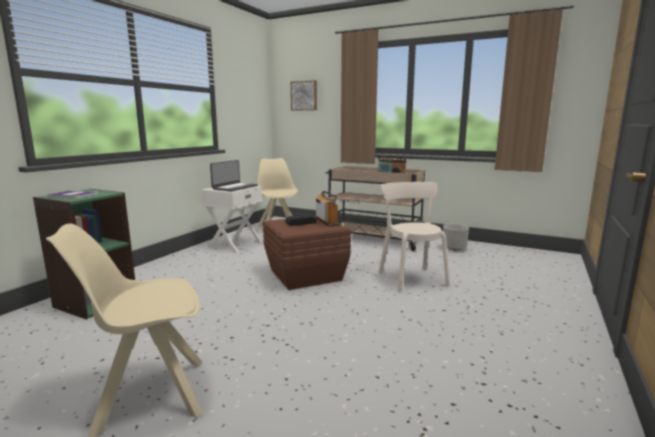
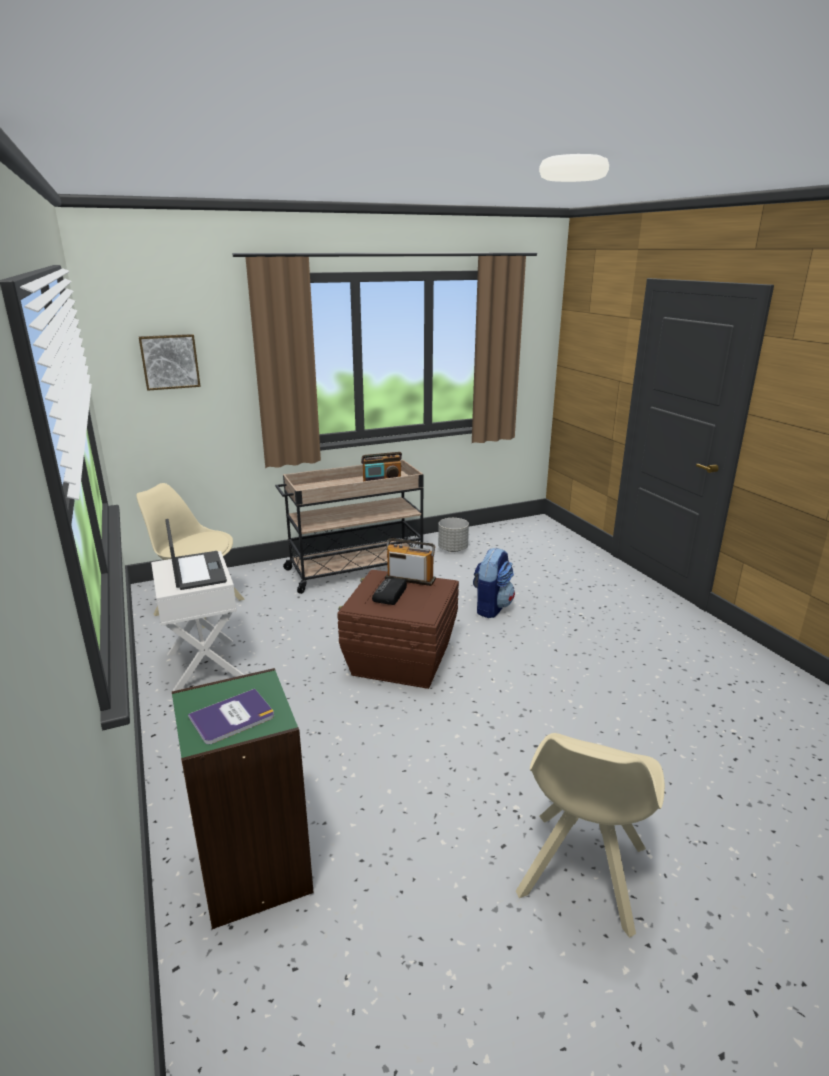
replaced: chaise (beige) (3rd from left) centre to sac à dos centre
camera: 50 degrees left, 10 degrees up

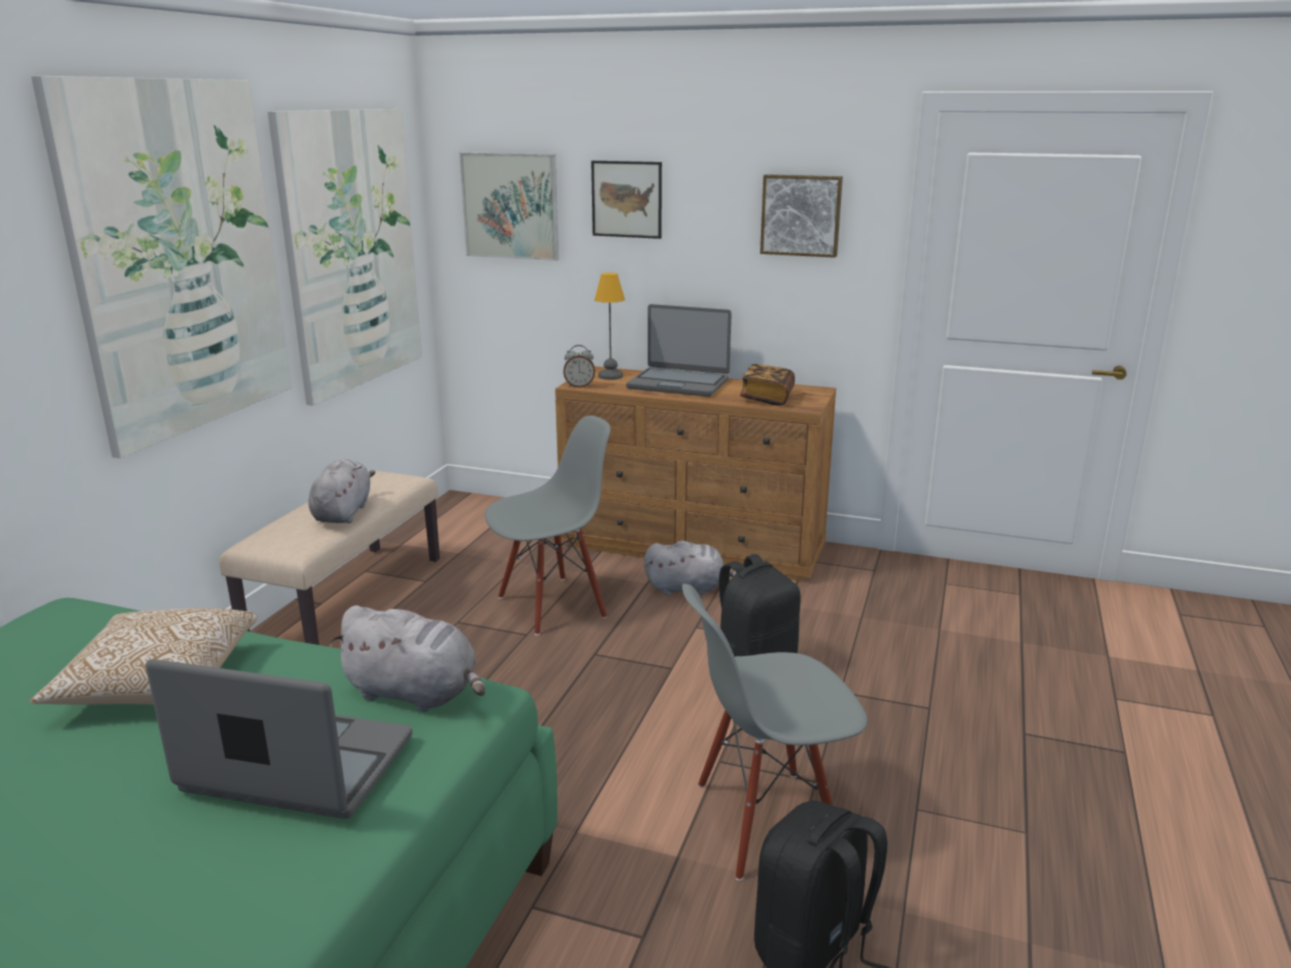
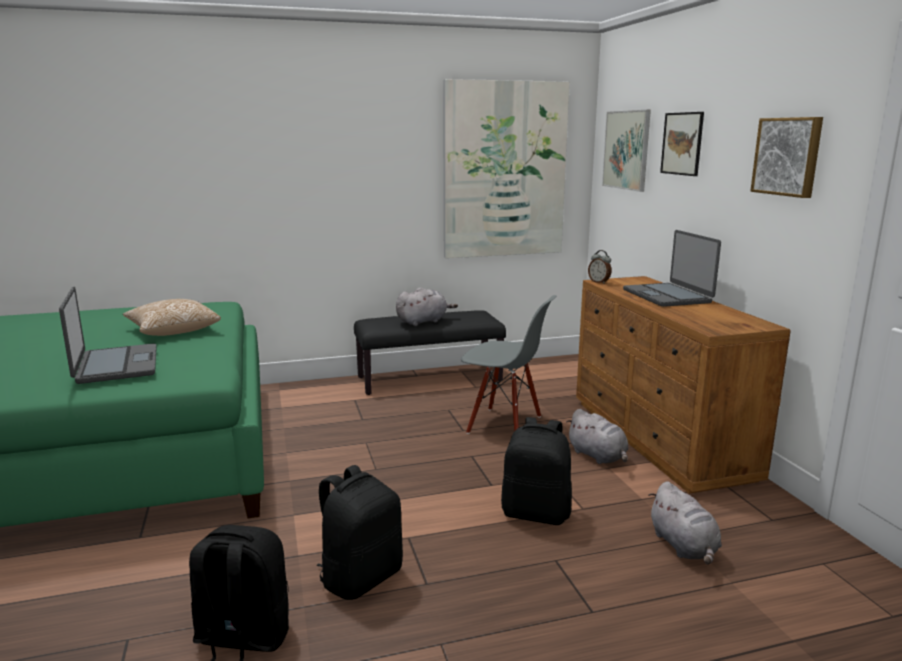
removed: tableau (1st from left) top left; lampe de table centre; livre centre
moved: peluche (gris) (2nd from left in the first image) bottom left to peluche (gris) (3rd from left) bottom right
replaced: chaise (gris) (2nd from left) bottom centre to sac à dos (noir) (2nd from left) bottom centre
recoloured: banc (beige) middle left to banc (noir) centre
camera: 55 degrees right, 5 degrees down

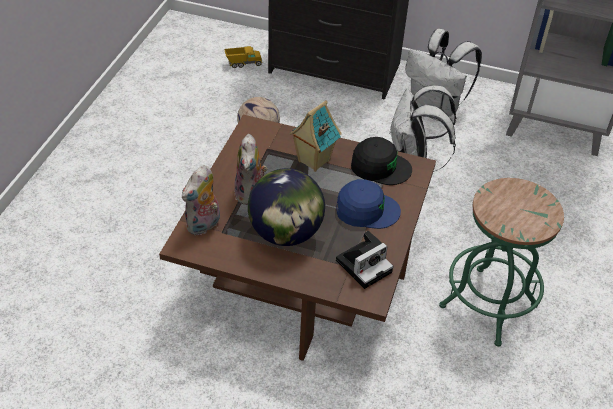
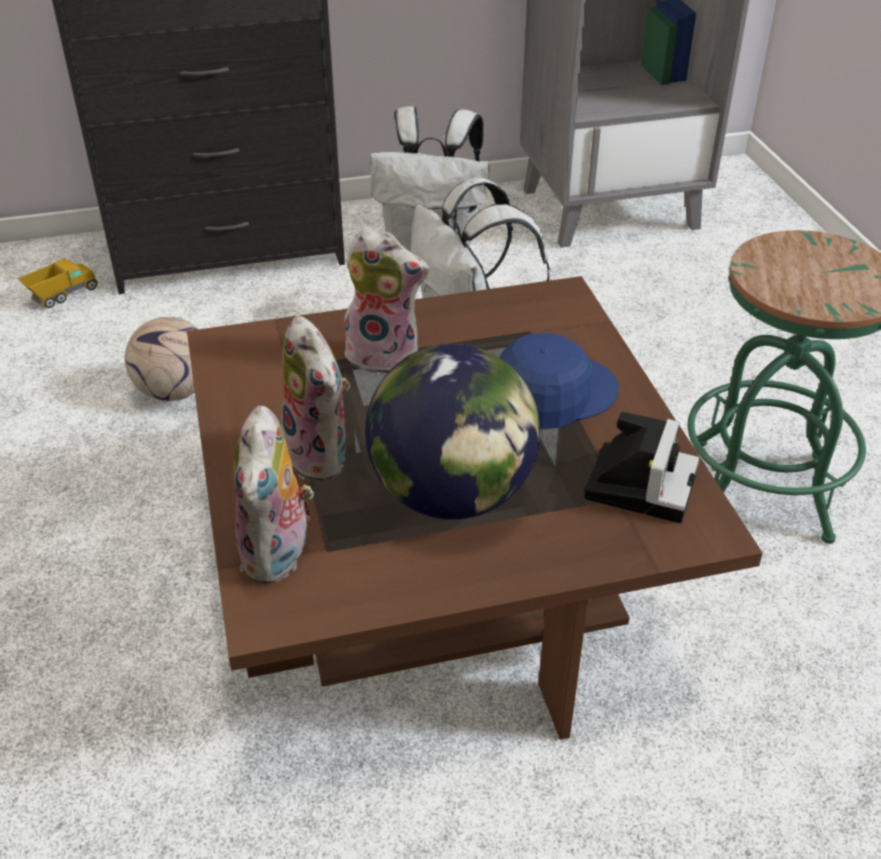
removed: casquette (noir) centre
replaced: maison miniature top centre to peluche (3rd from left) centre
camera: 30 degrees left, 5 degrees down

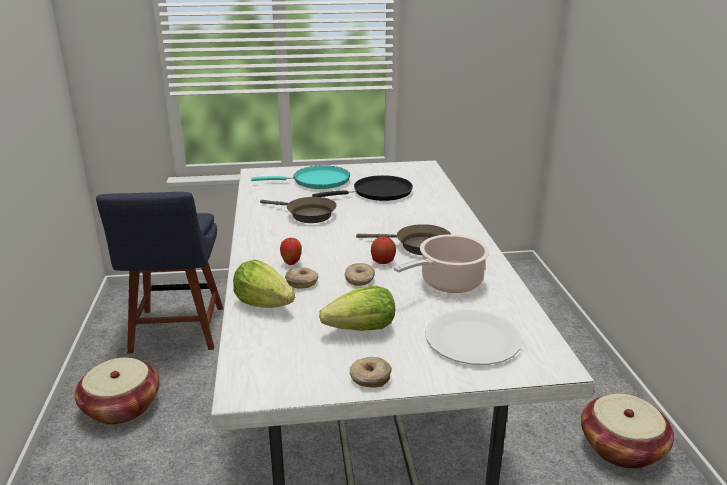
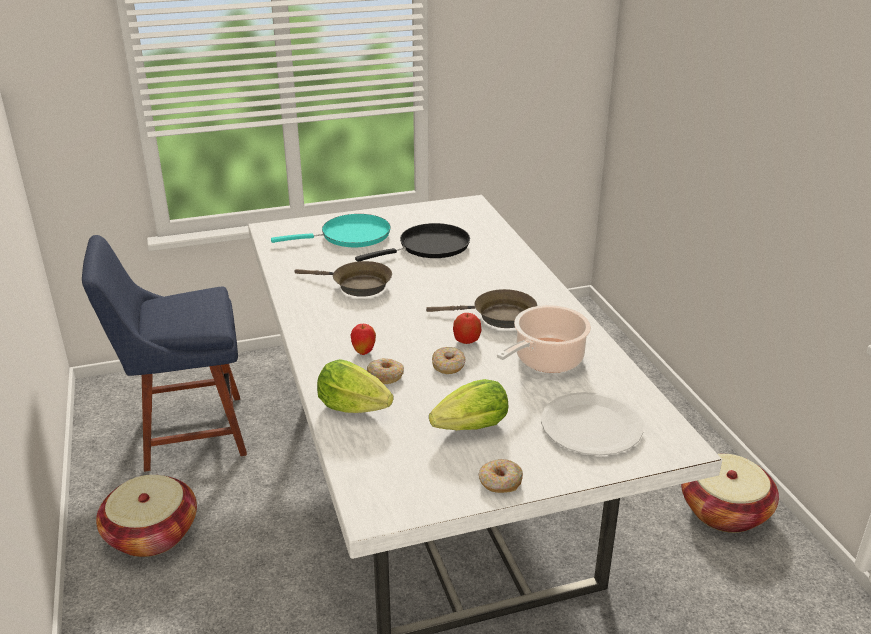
turned: chaise (bleu) middle left = middle left 90 degrees clockwise
camera: 10 degrees left, 5 degrees up

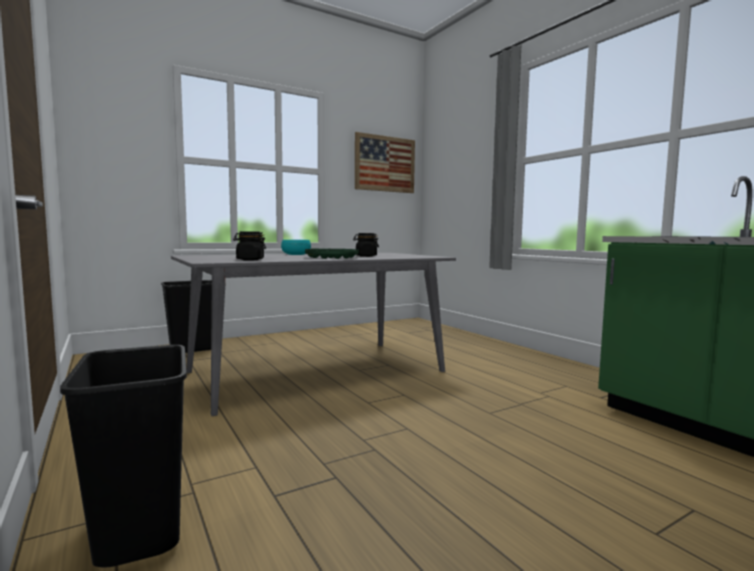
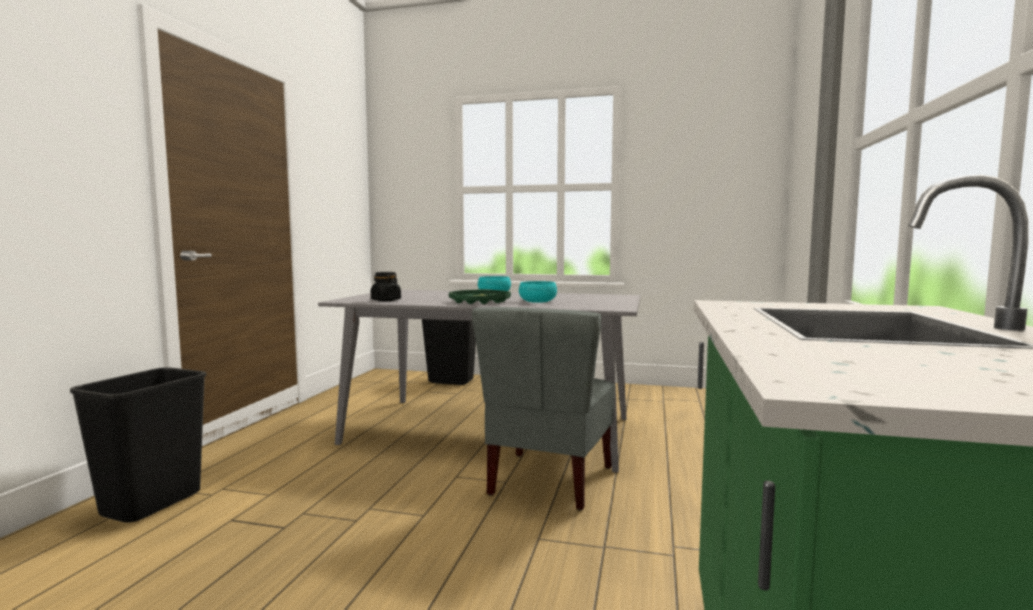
removed: tableau top centre
added: chaise (gris) bottom centre
replaced: bocal (noir) (2nd from left) centre to bol (turquoise) (2nd from left) centre
camera: 45 degrees right, 0 degrees up

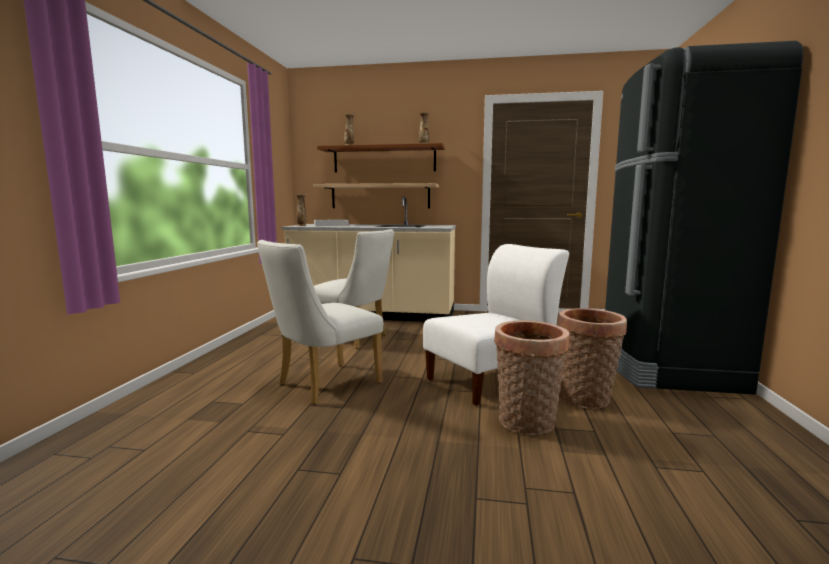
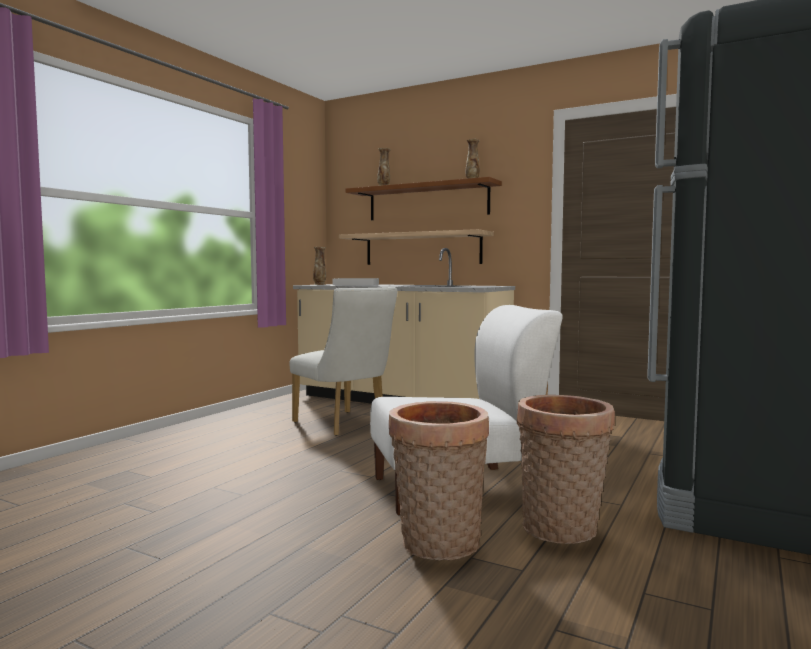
removed: chaise (blanc) (1st from left) centre
camera: 20 degrees right, 5 degrees down

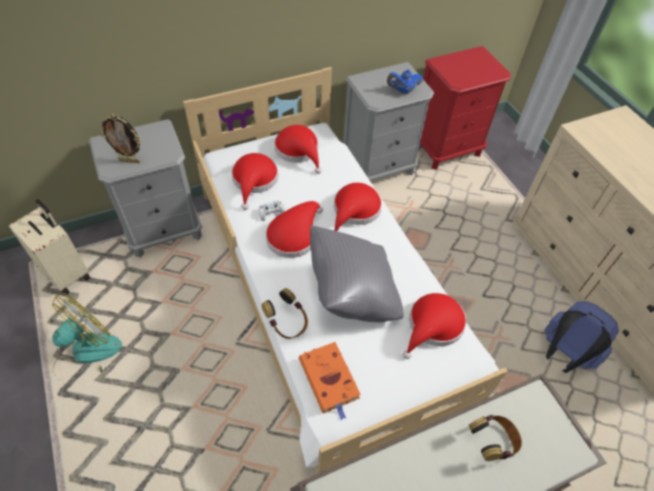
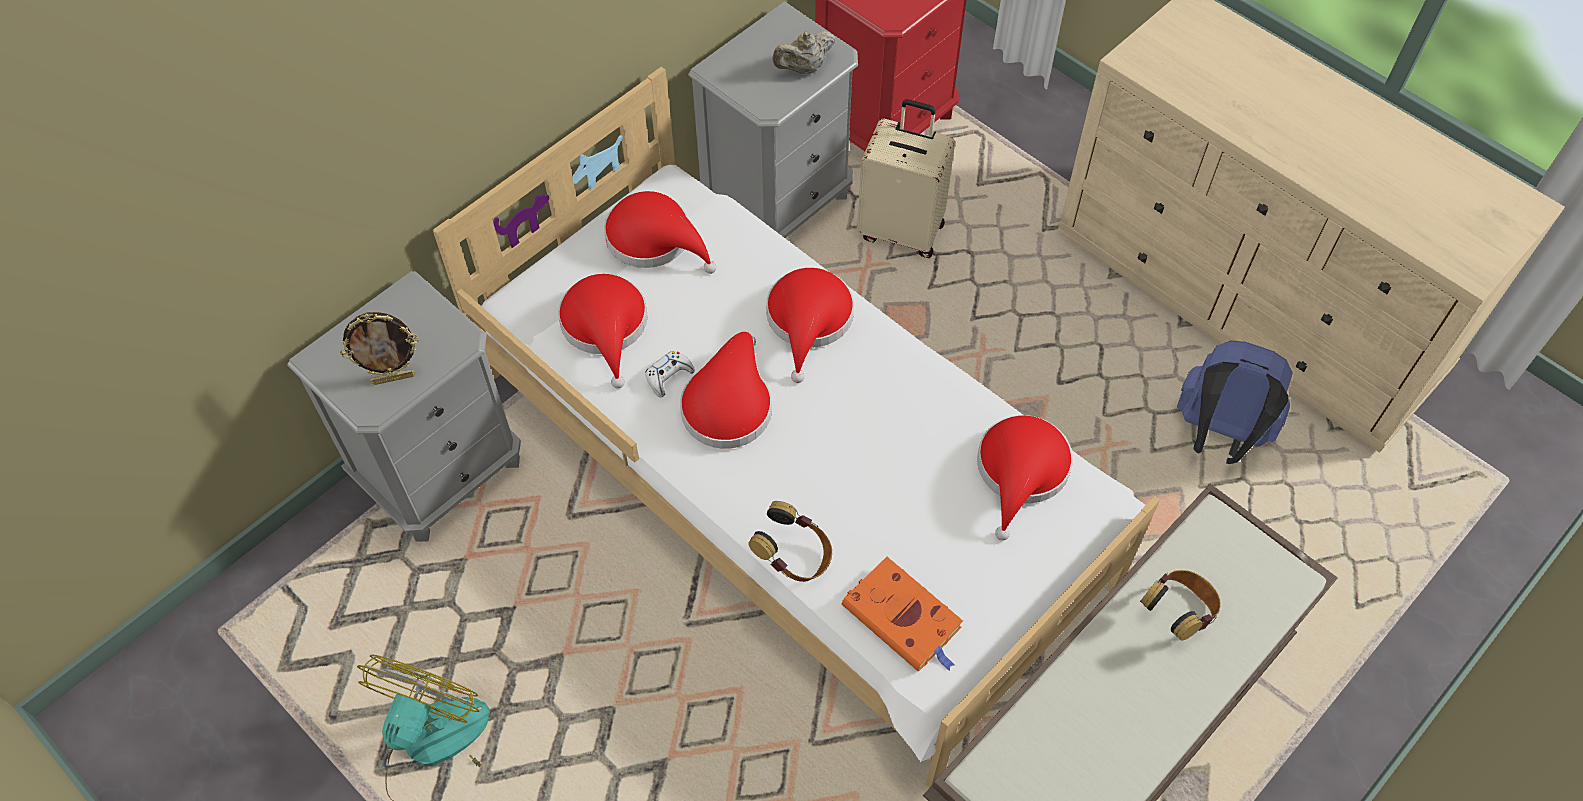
removed: coussin (gris) centre
moved: valise (beige) middle left to top centre
recoloured: théière (bleu) top centre to théière (beige) top centre
camera: 20 degrees left, 5 degrees up

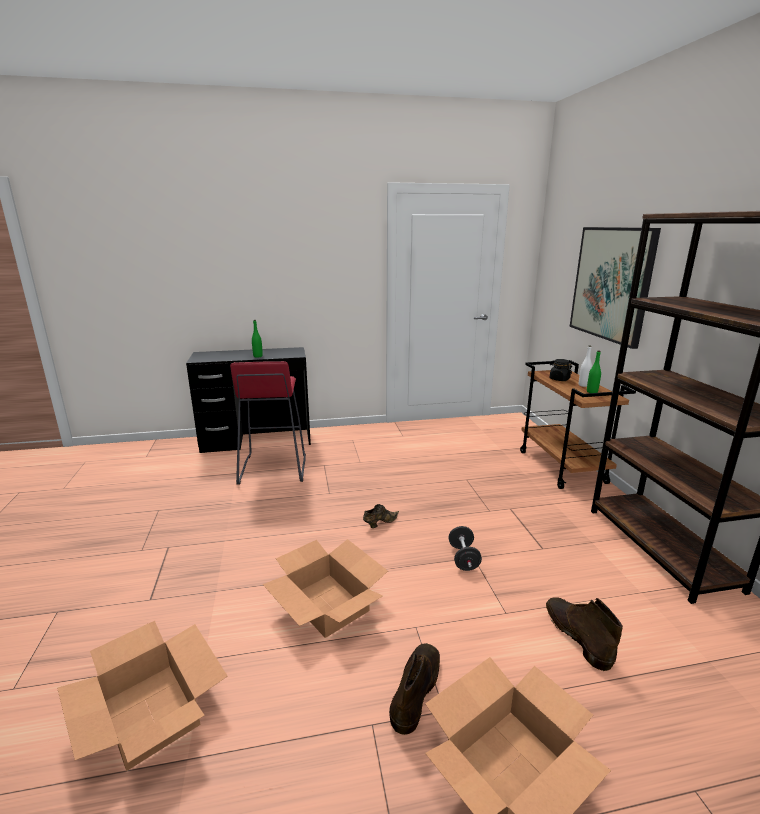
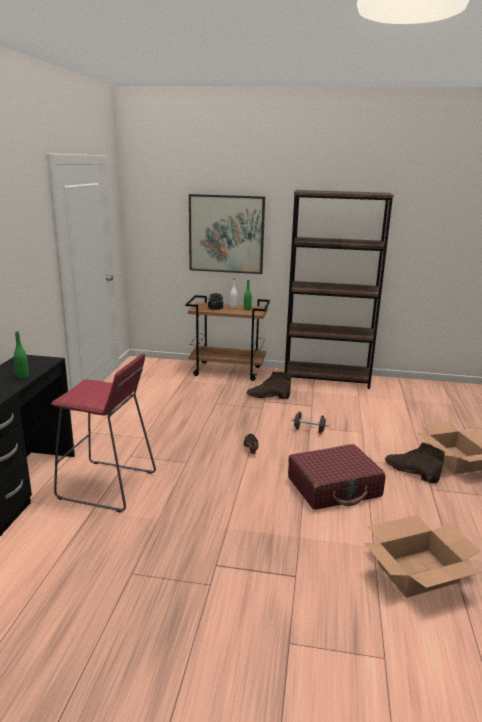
moved: botte (marron) (2nd from left in the first image) bottom right to botte (marron) (1st from left) centre
replaced: carton (2nd from left) bottom centre to valise (rouge) middle right
camera: 70 degrees left, 0 degrees up

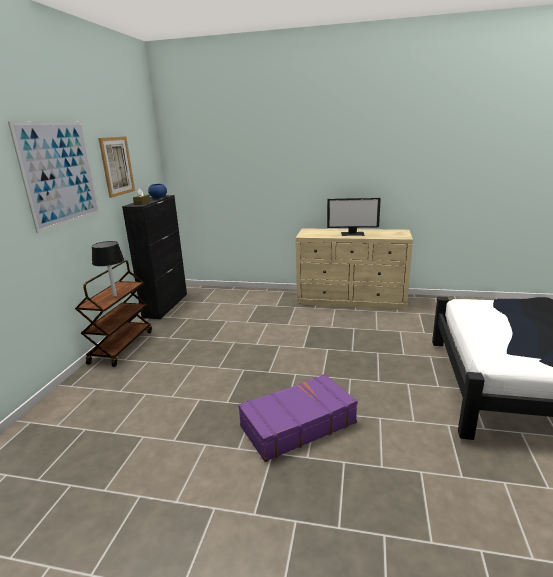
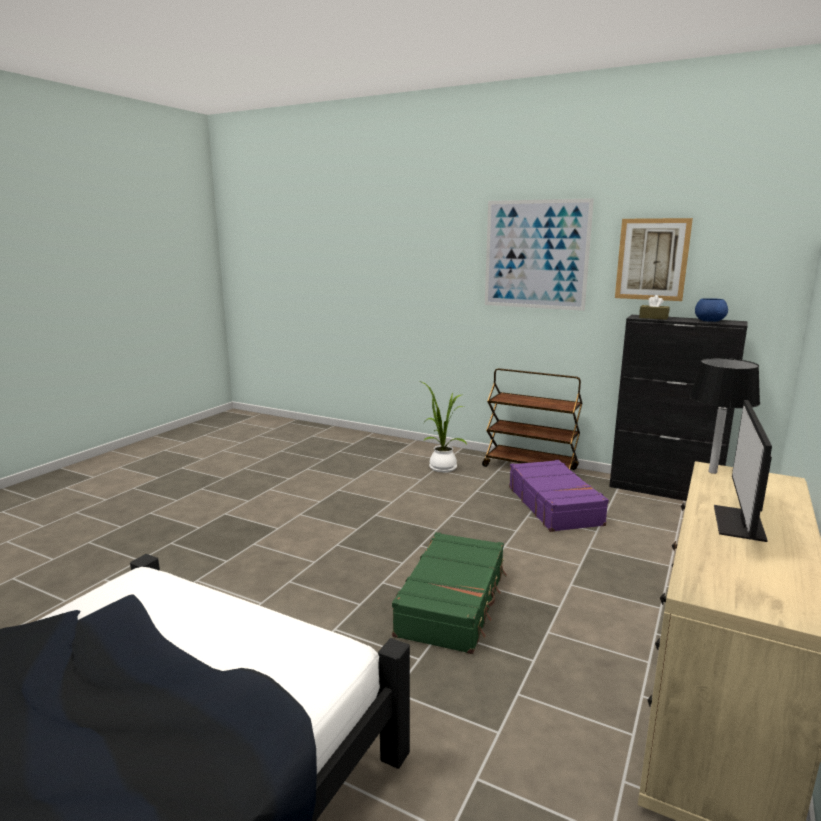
added: valise (vert) bottom centre; plante en pot centre
moved: lampe de table (noir) middle left to middle right; valise (violet) bottom centre to middle right
camera: 105 degrees right, 5 degrees down

